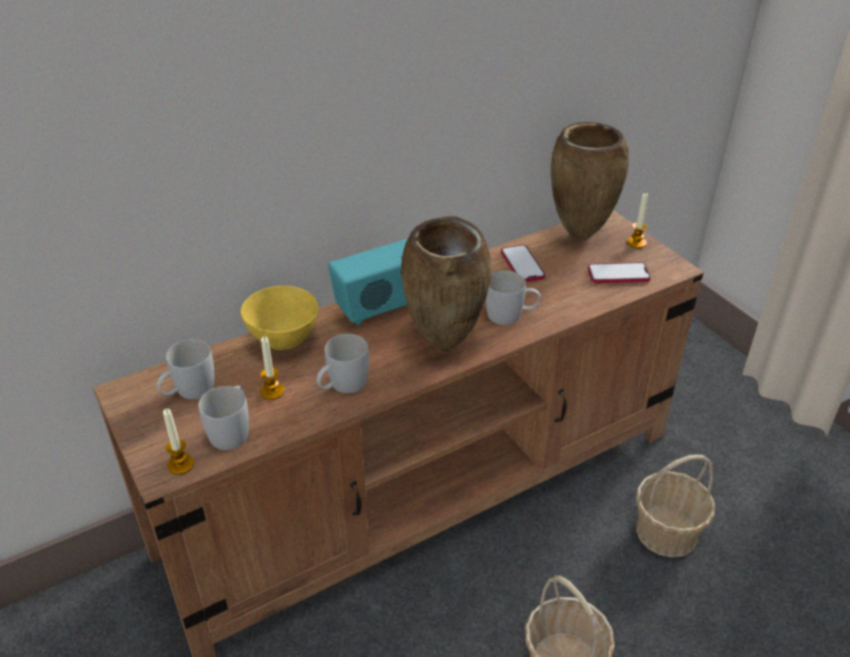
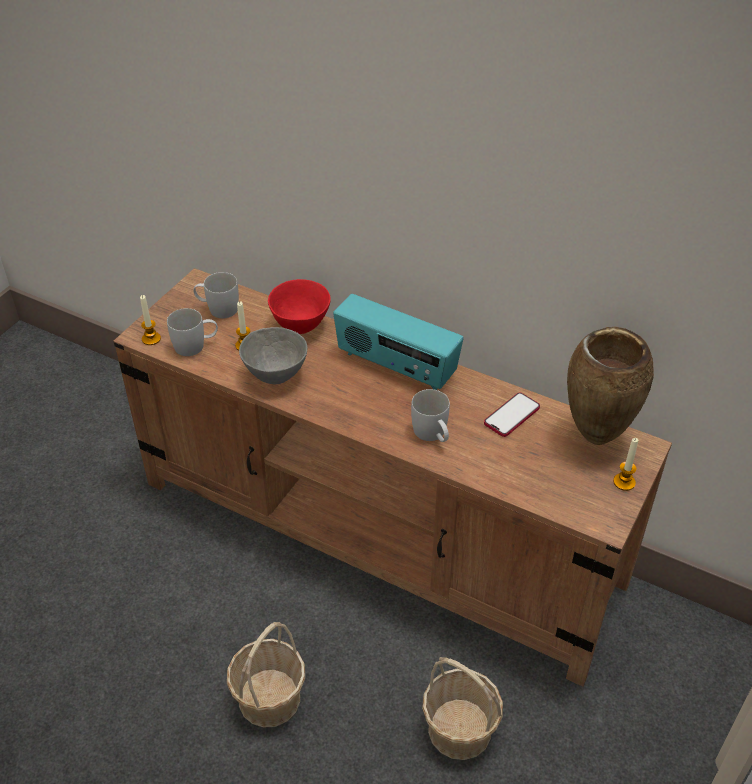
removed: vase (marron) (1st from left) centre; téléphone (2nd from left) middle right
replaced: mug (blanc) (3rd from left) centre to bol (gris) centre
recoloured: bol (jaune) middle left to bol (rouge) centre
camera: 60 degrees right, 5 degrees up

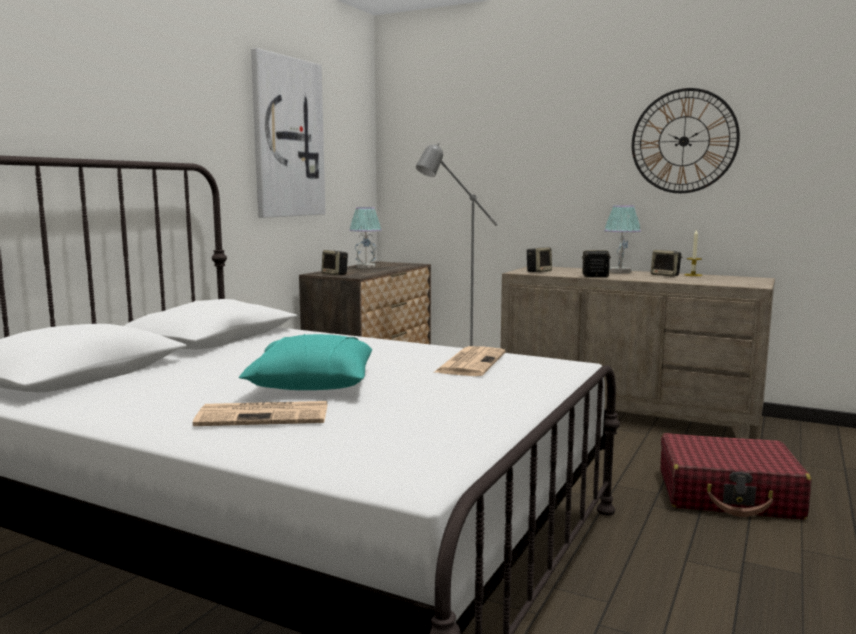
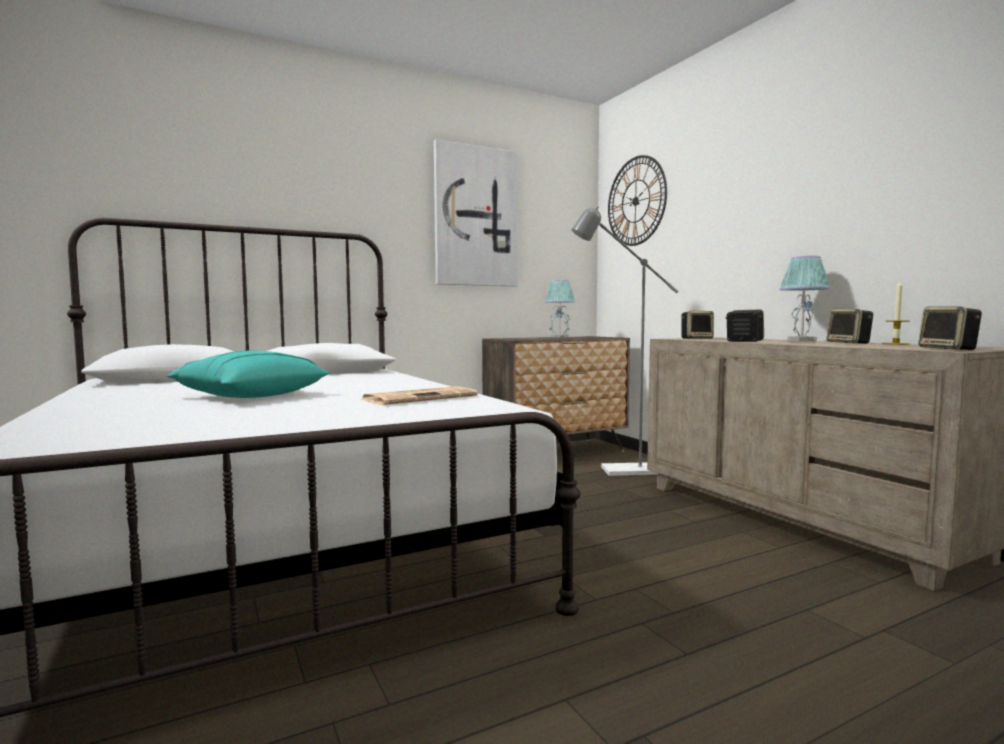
removed: journal (1st from left) middle left; valise (rouge) bottom right
moved: enceinte (1st from left in the first image) centre to enceinte (4th from left) middle right; horloge murale top right to top centre
camera: 35 degrees right, 5 degrees down

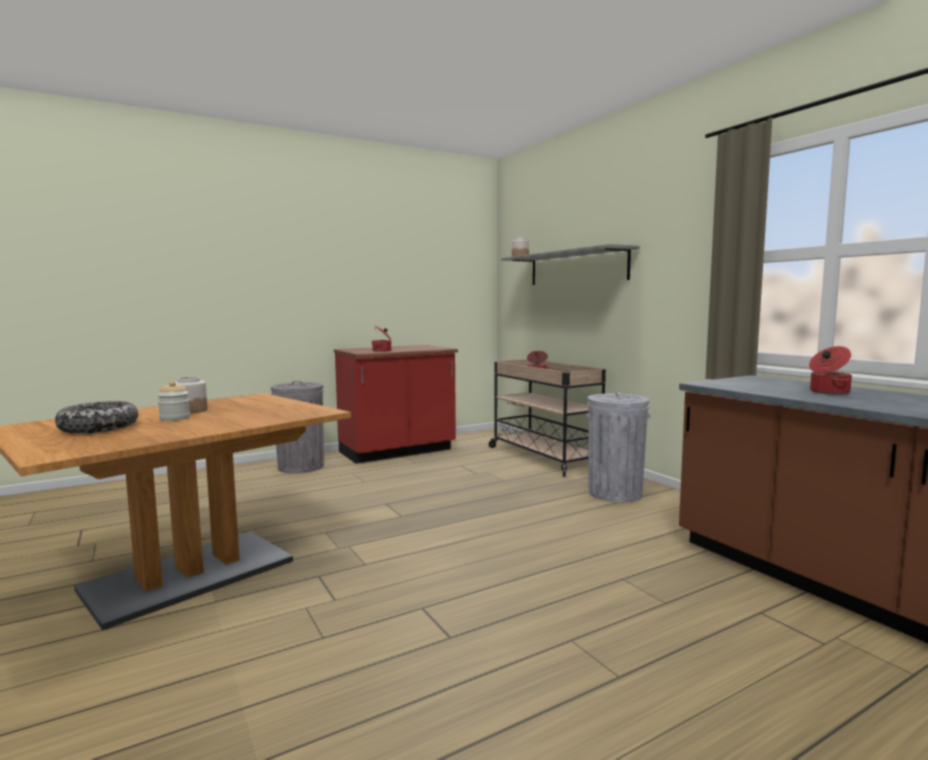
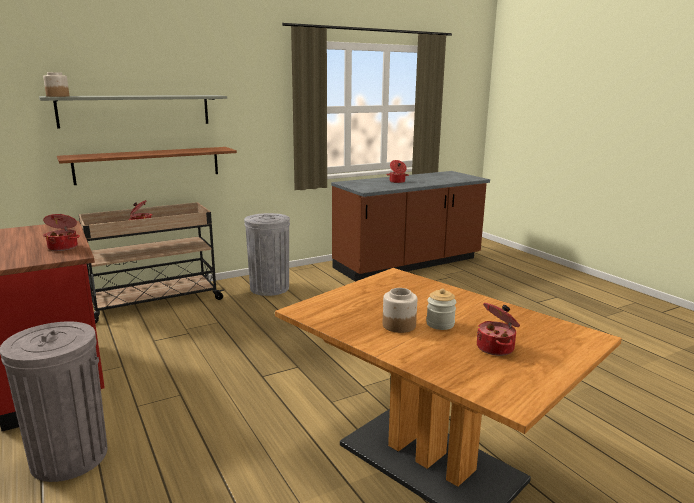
added: étagère (marron) top left
replaced: bol middle left to marmite (4th from left) middle right
camera: 90 degrees left, 10 degrees up

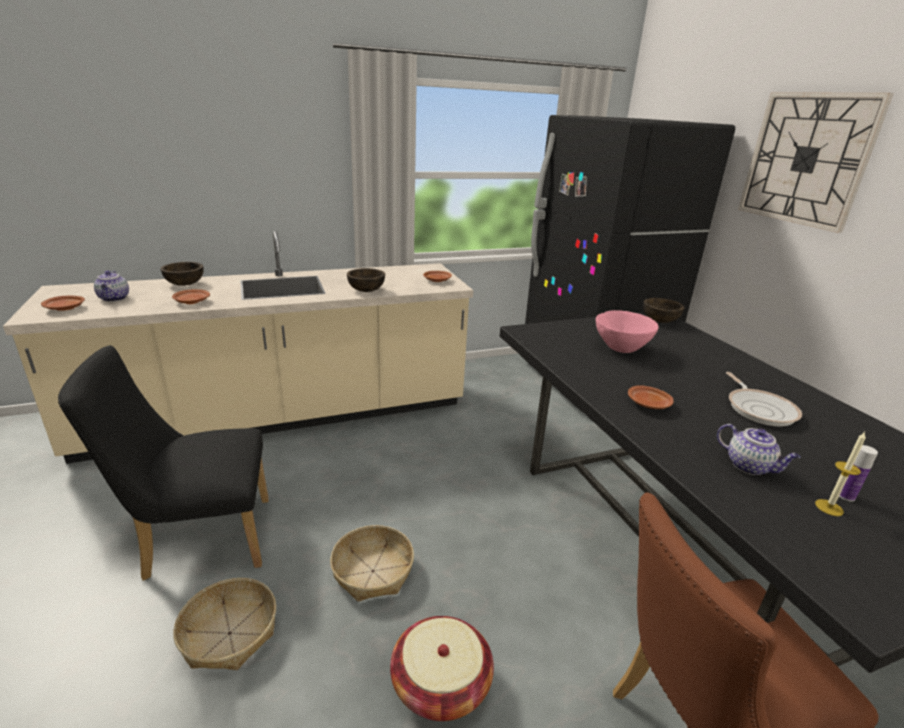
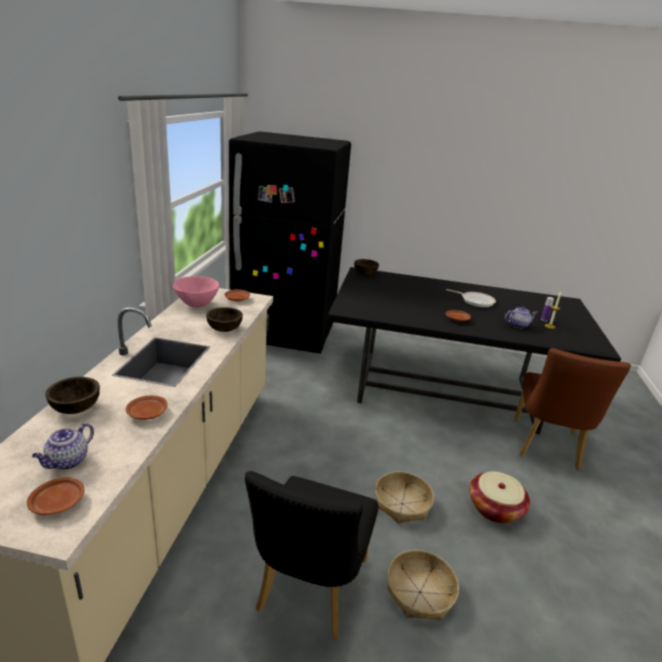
removed: horloge murale top right
moved: bol (rose) middle right to middle left
turned: théière (1st from left) middle left = bottom left 105 degrees clockwise
camera: 60 degrees left, 0 degrees up

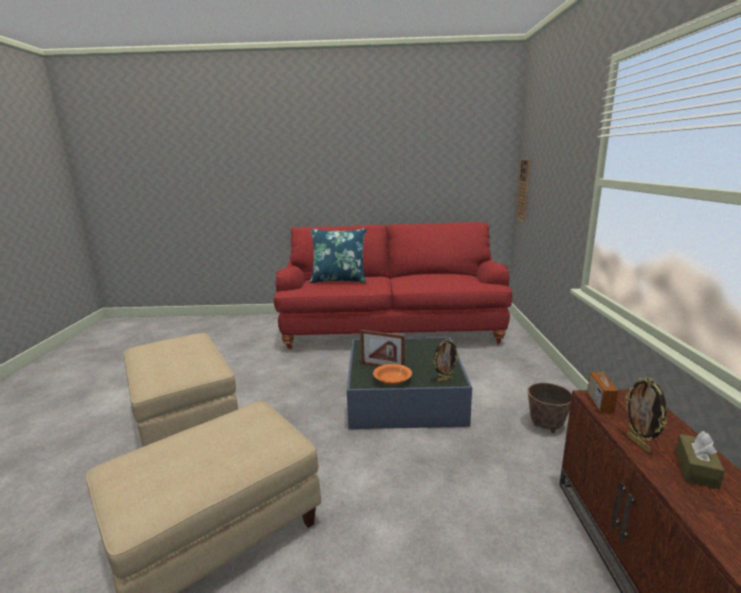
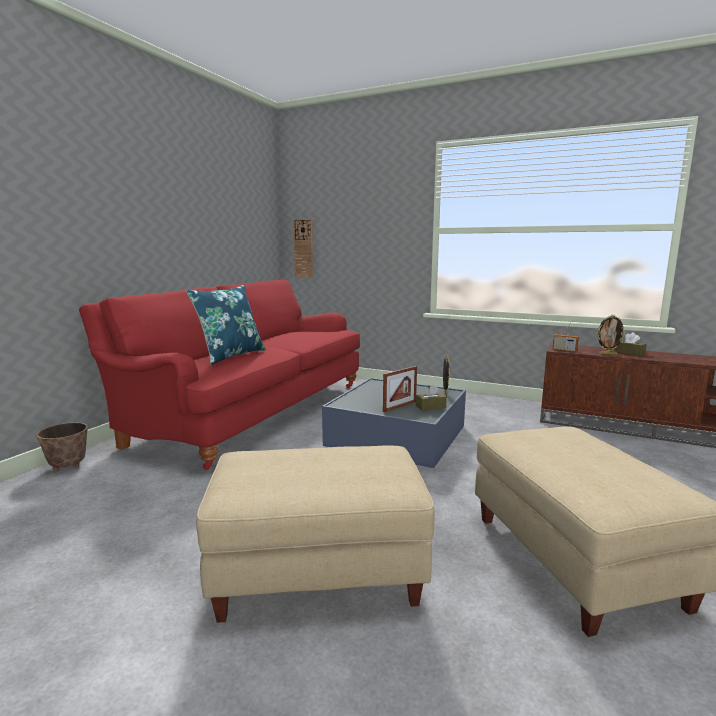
moved: cache-pot bottom right to middle left
replaced: bol (orange) centre to boîte à mouchoirs (marron) (1st from left) centre
camera: 65 degrees left, 5 degrees down

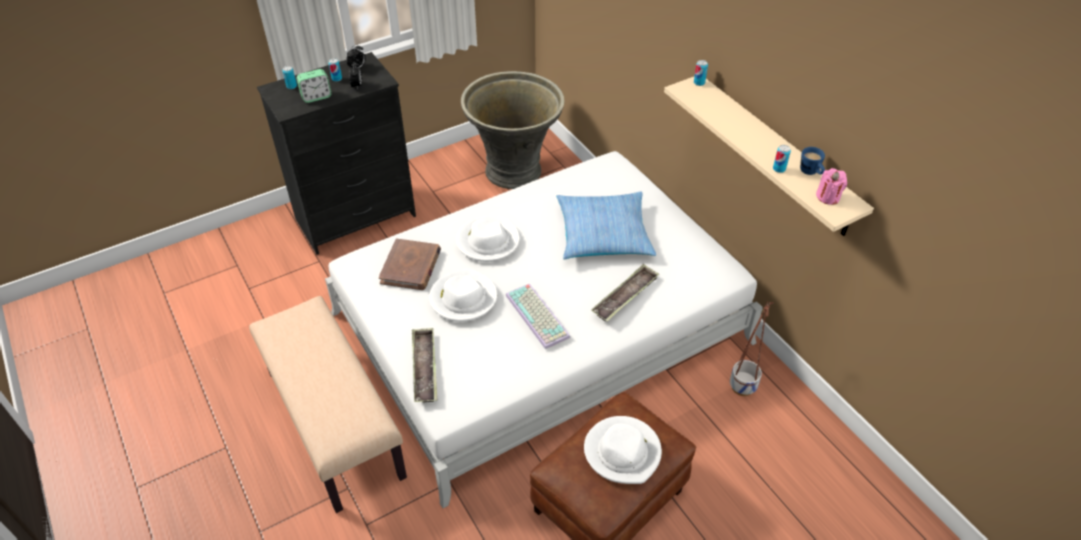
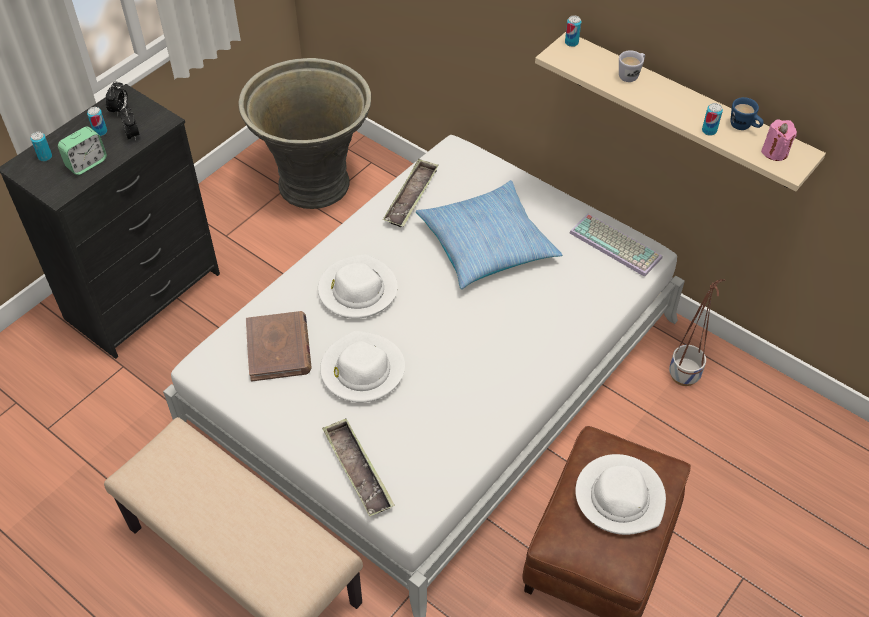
added: mug (blanc) top right
moved: clavier centre to middle right; plateau (2nd from left) centre to top centre
camera: 20 degrees left, 5 degrees up

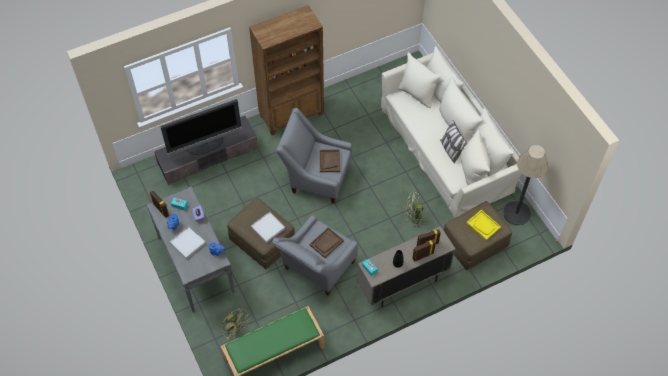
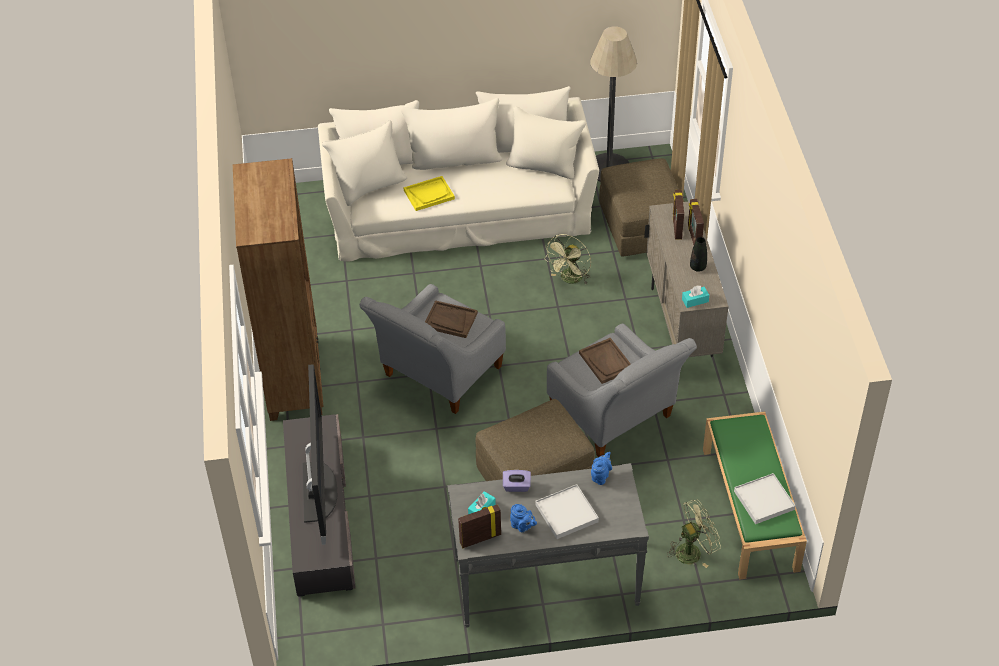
removed: coussin middle right
moved: plateau (blanc) (2nd from left) centre to bottom right; plateau (jaune) middle right to top centre
camera: 70 degrees left, 10 degrees down

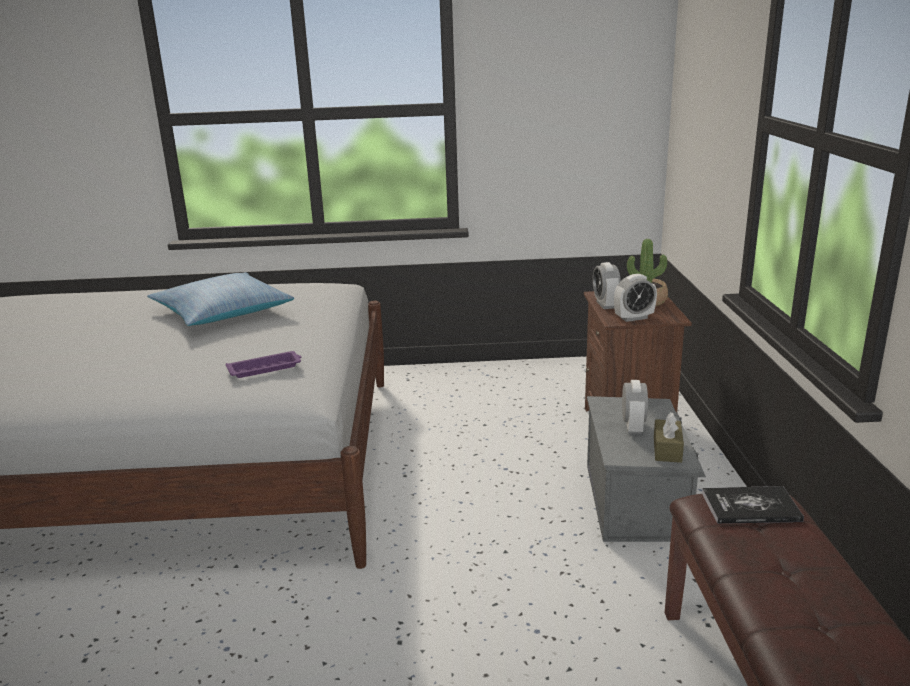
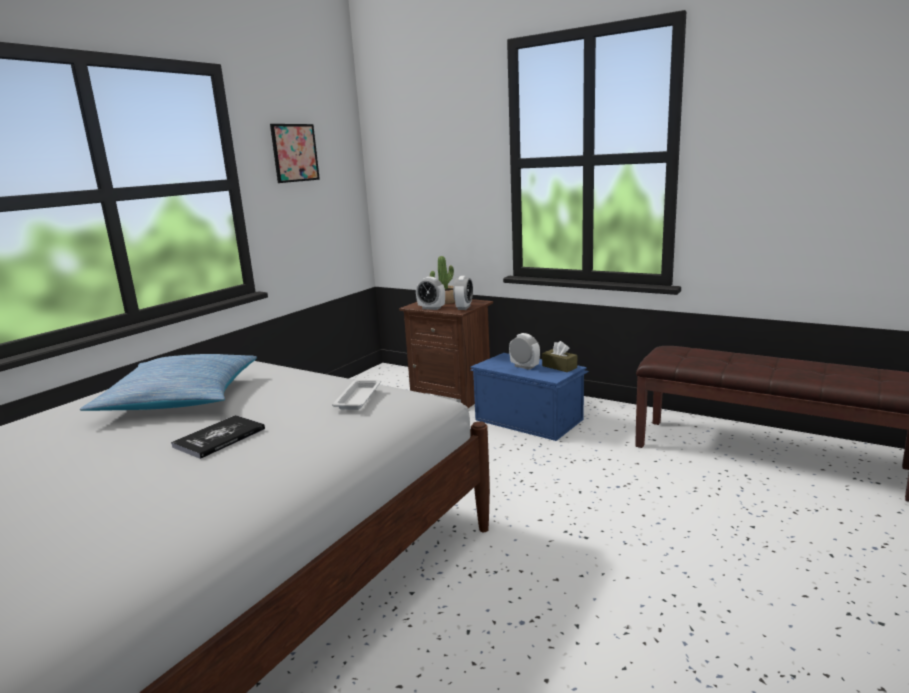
added: tableau top left
moved: livre bottom right to middle left
recoloured: plateau (violet) middle left to plateau (blanc) centre; boîte de rangement (gris) bottom right to boîte de rangement (bleu) centre
camera: 55 degrees left, 5 degrees down

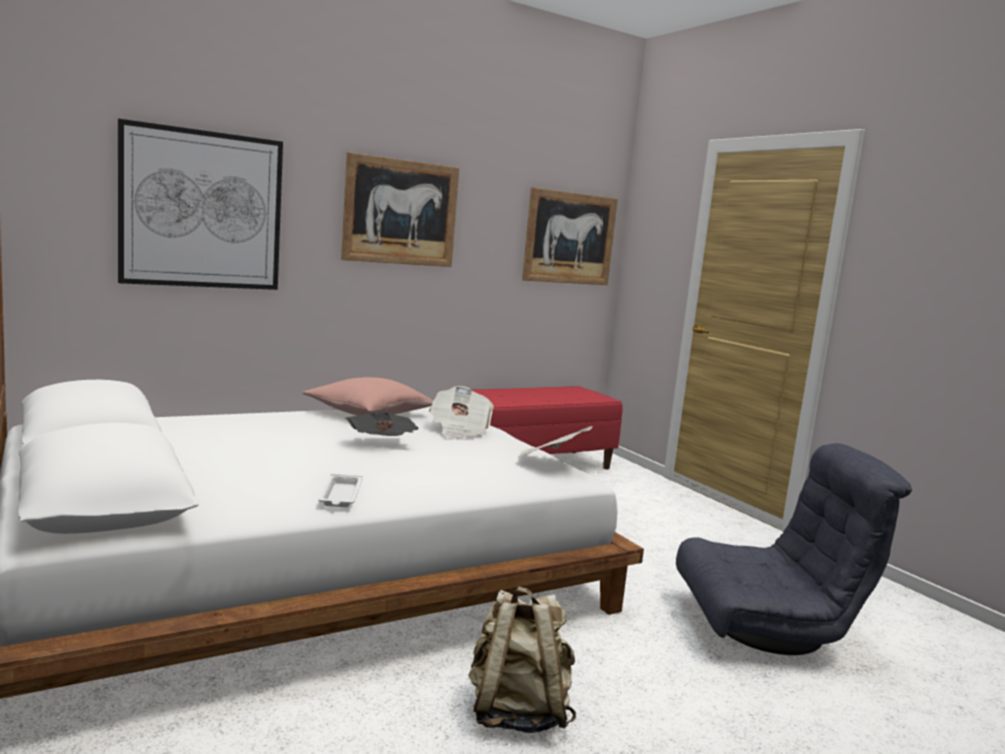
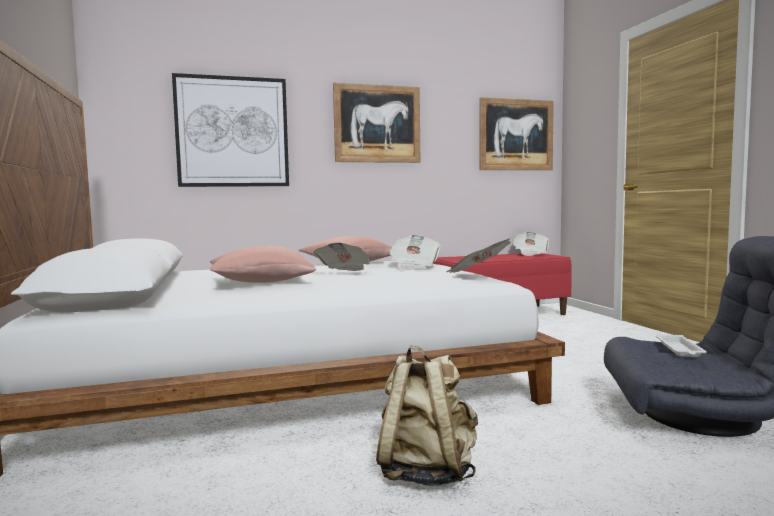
added: coussin (rose) (1st from left) centre; journal (4th from left) middle right
moved: plateau (blanc) centre to bottom right
camera: 15 degrees right, 5 degrees down

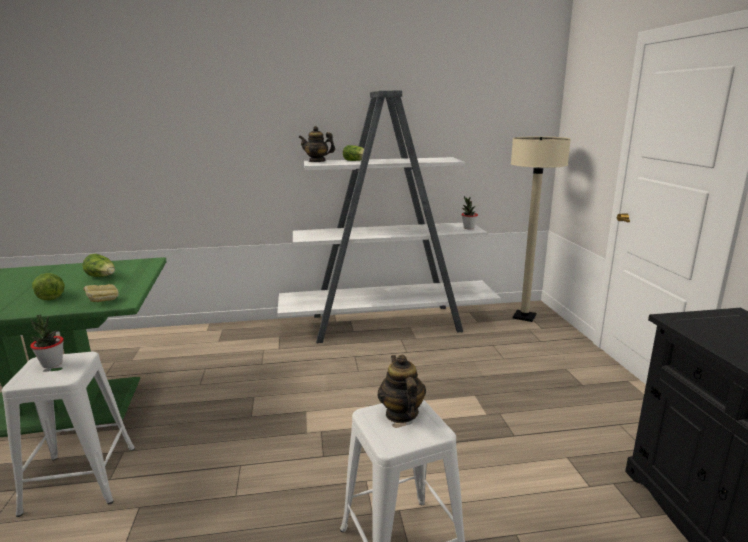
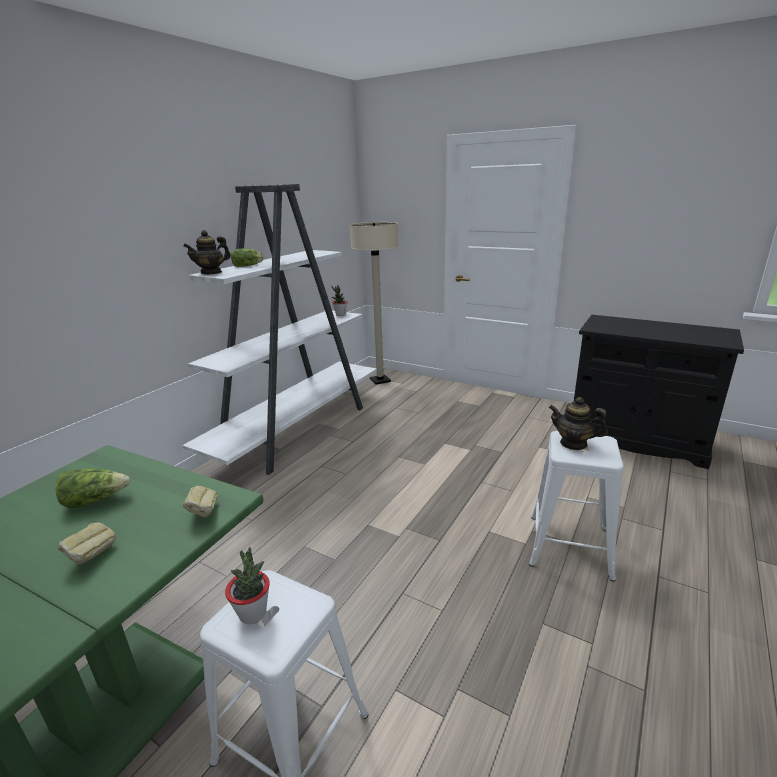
replaced: laitue (1st from left) middle left to pain (1st from left) bottom left
camera: 50 degrees left, 5 degrees up

